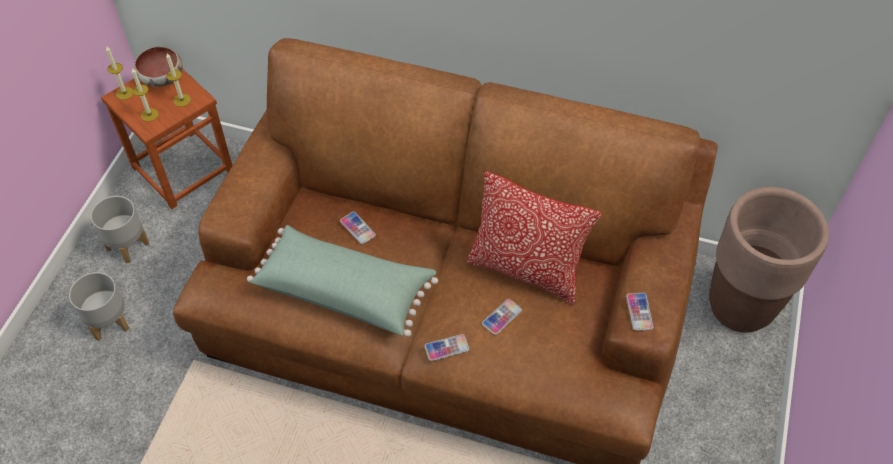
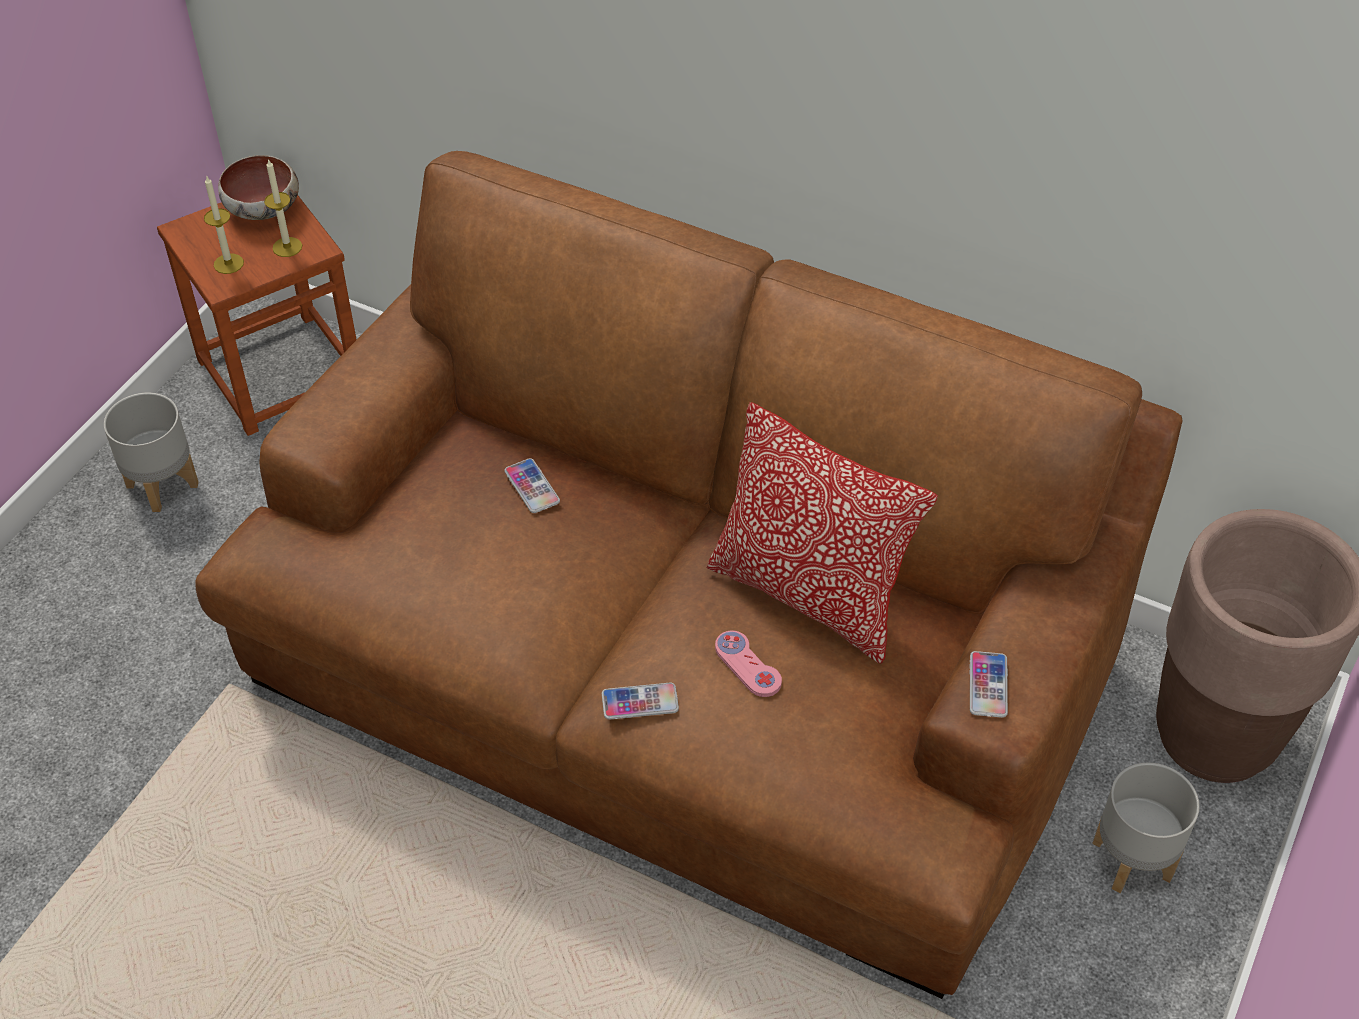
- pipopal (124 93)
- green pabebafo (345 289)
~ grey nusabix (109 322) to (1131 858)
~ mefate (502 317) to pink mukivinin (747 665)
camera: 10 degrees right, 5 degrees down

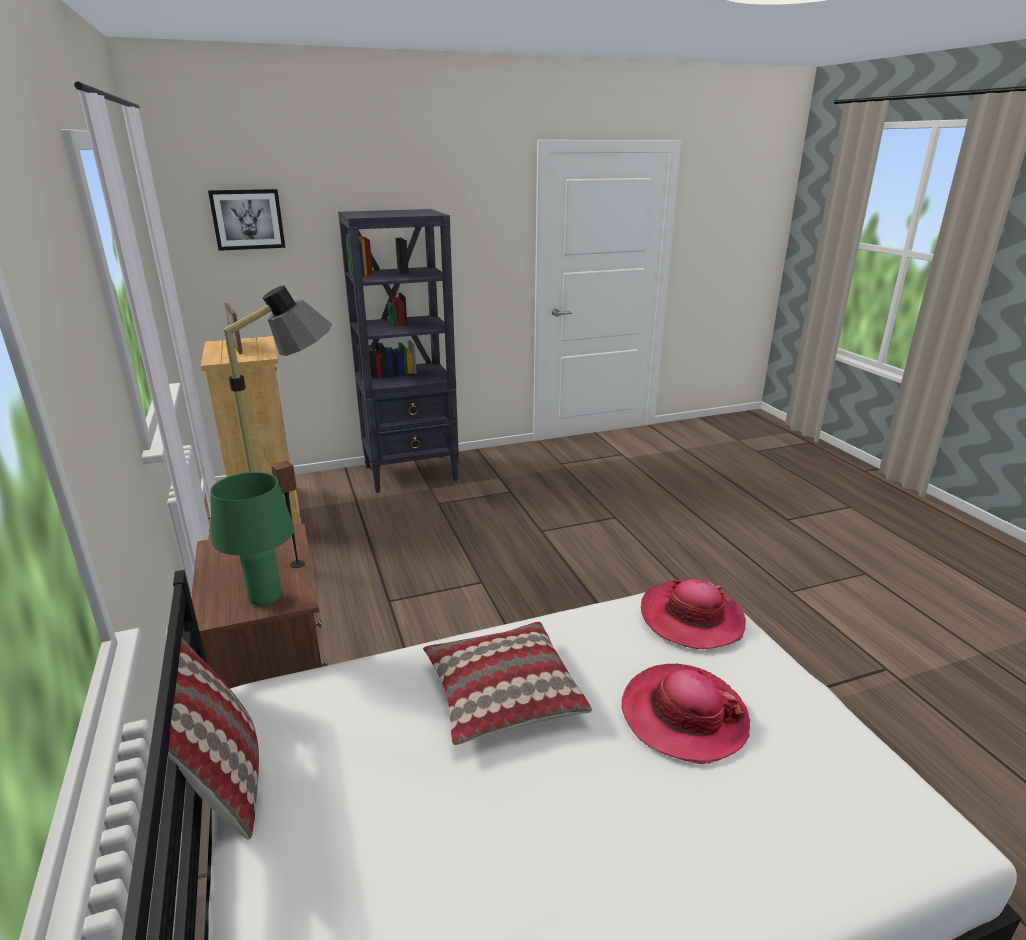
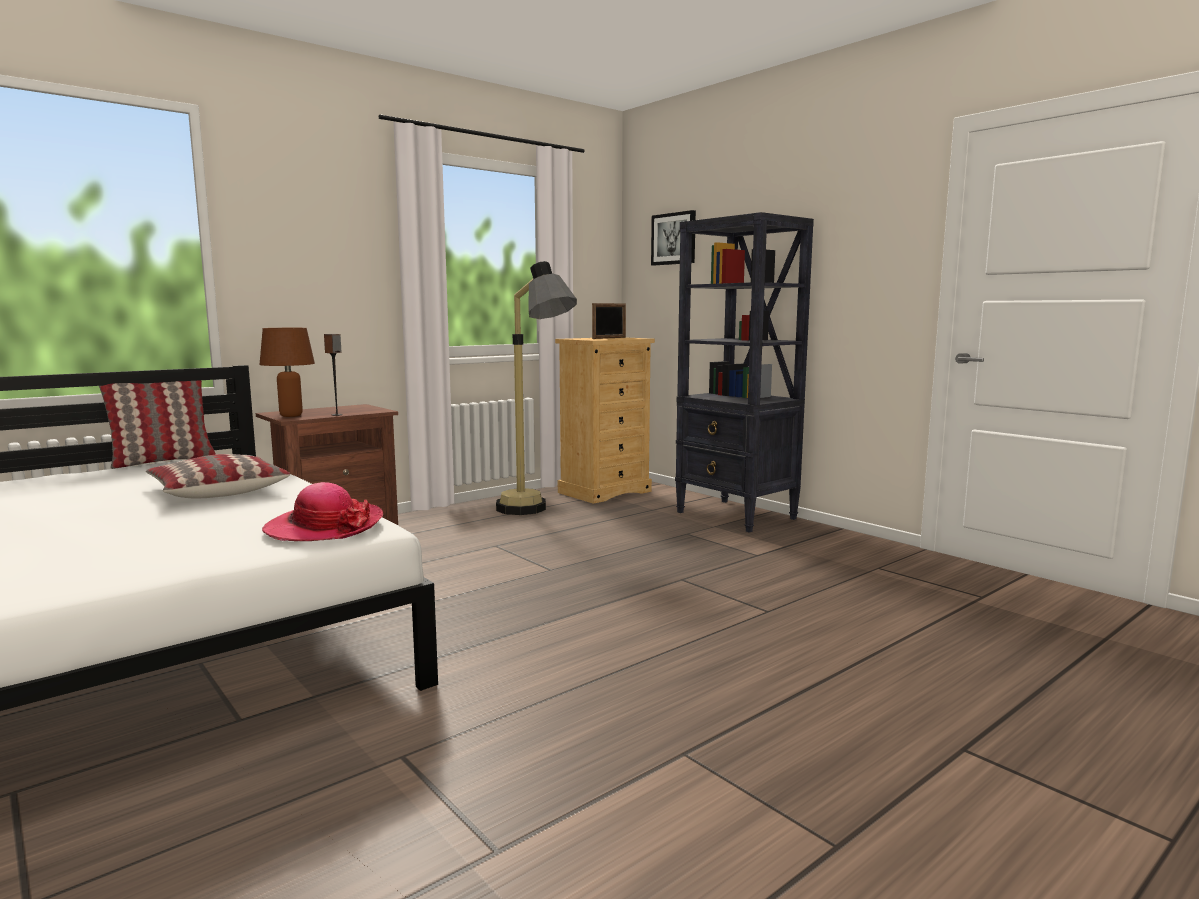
~ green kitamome (266 599) to brown kitamome (291 415)
- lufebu (684 715)
camera: 70 degrees right, 15 degrees down

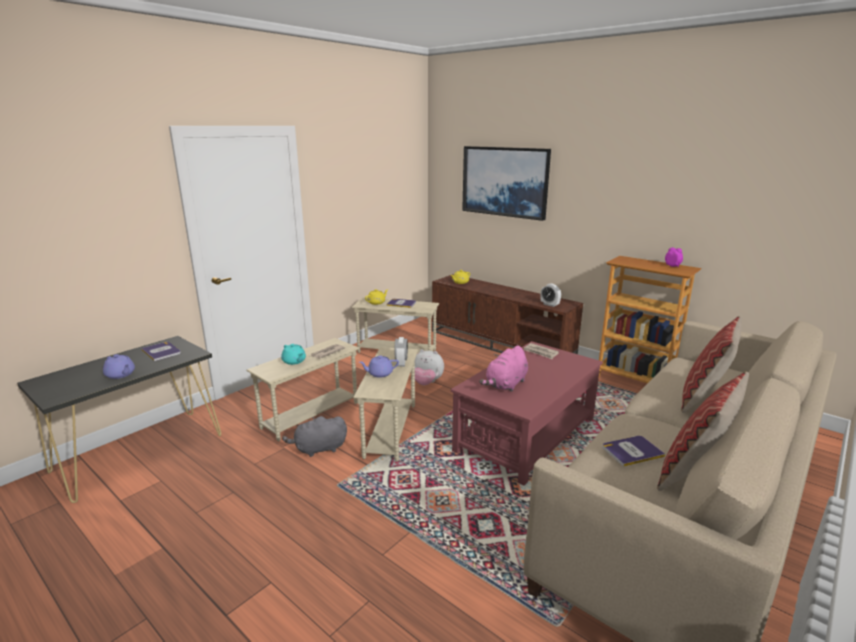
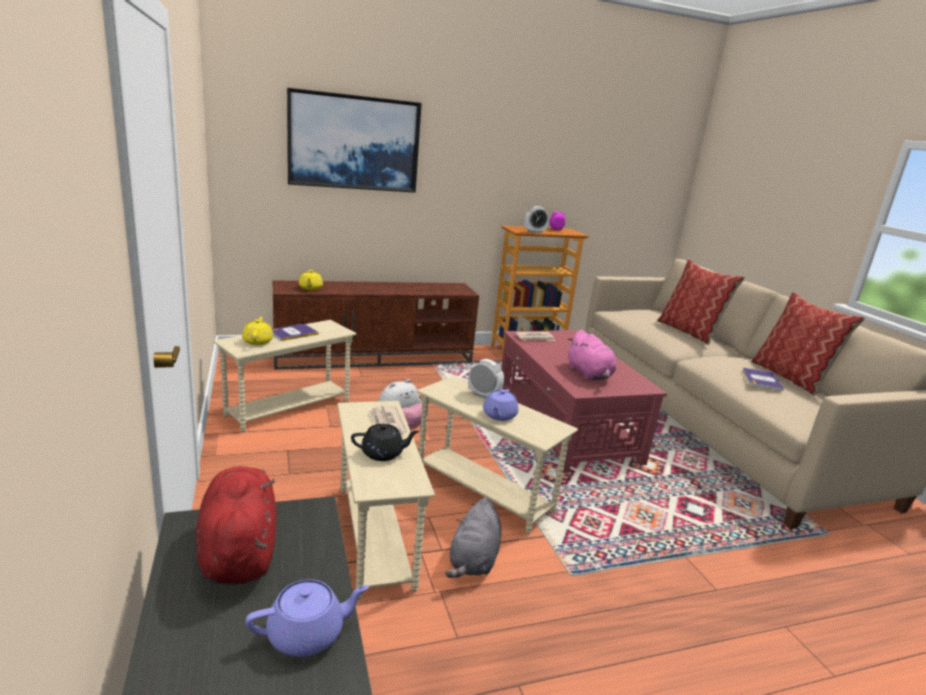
~ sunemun (549 305) to (535 232)
~ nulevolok (161 351) to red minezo (238 551)
~ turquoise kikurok (294 361) to black kikurok (383 453)
camera: 60 degrees left, 0 degrees up

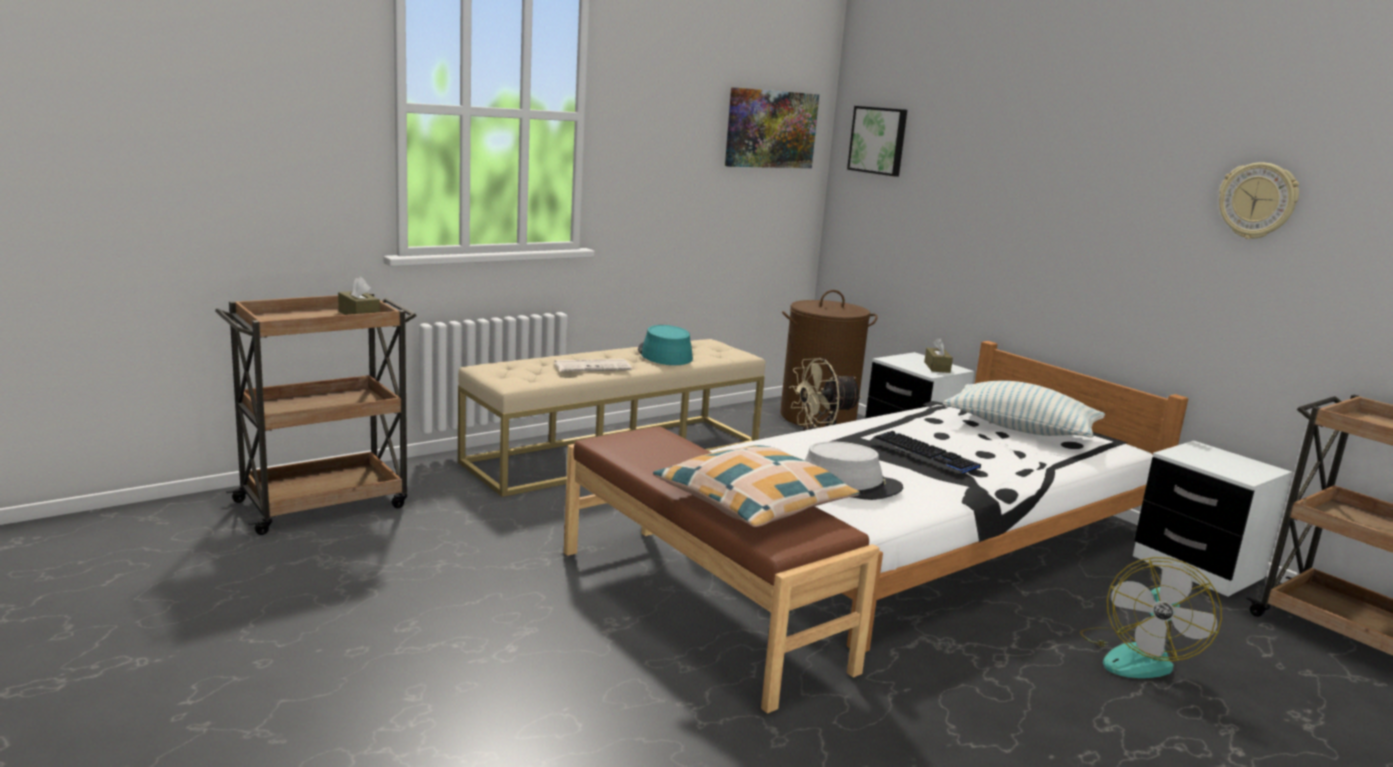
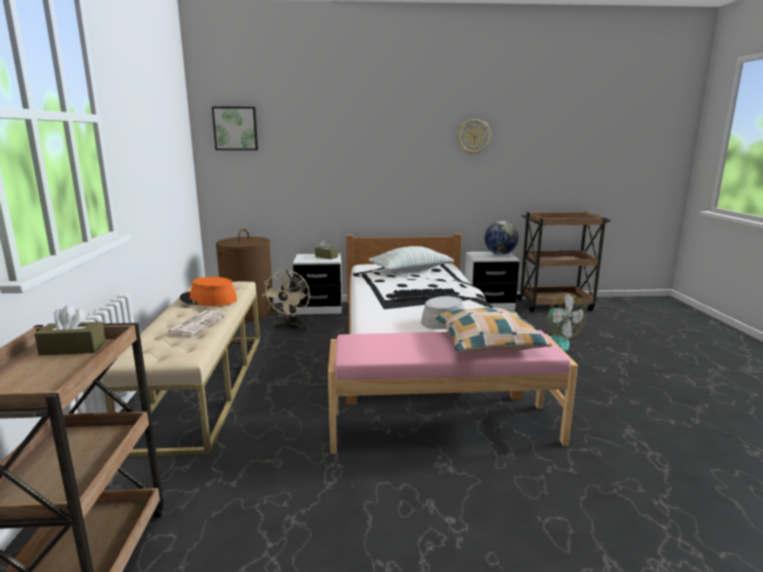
- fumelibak (770 129)
~ turquoise lufebu (664 355) to orange lufebu (208 300)
~ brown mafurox (700 607) to pink mafurox (443 426)
+ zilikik (500 254)
camera: 55 degrees left, 0 degrees up

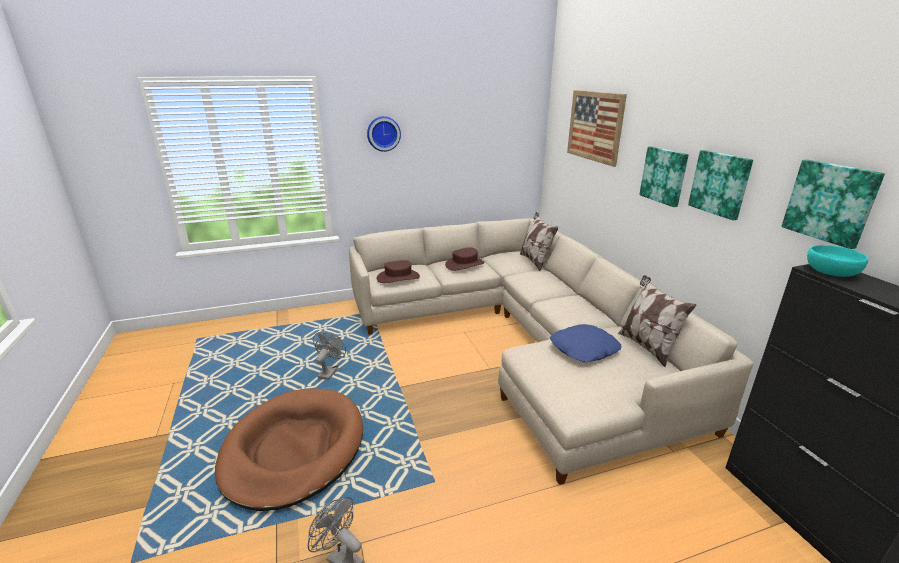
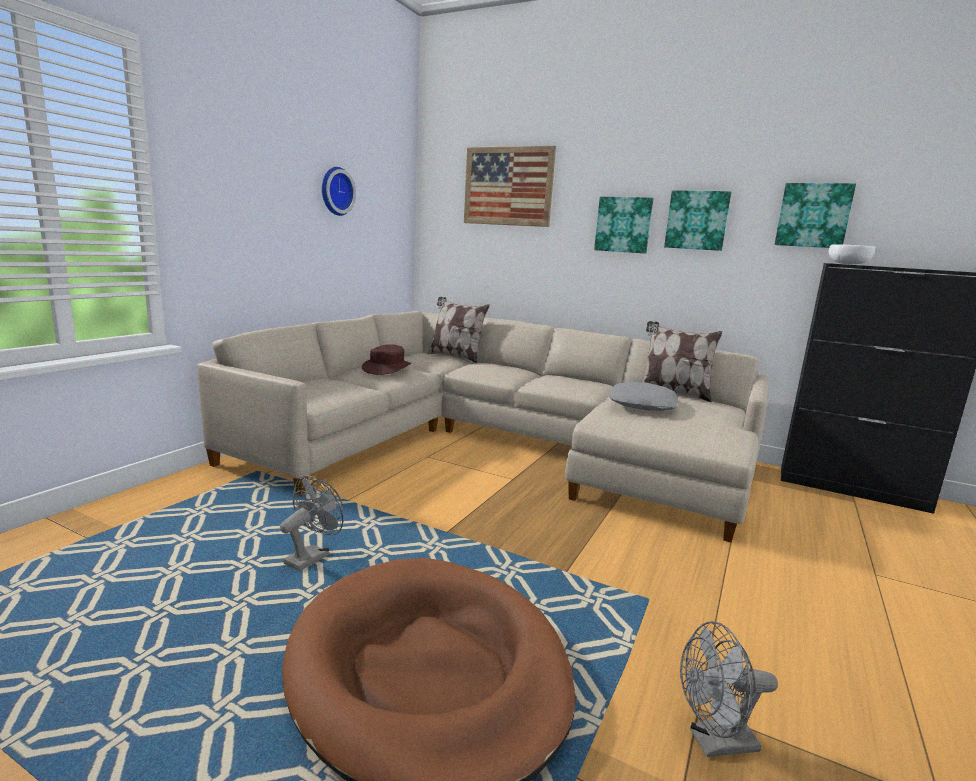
~ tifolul (383 133) to (335 191)
~ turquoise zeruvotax (831 273) to white zeruvotax (849 264)
- brown lufebu (398 277)
~ blue pabebafo (584 349) to grey pabebafo (643 405)
~ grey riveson (329 371) = (312 556) 60 degrees clockwise
camera: 45 degrees left, 10 degrees down

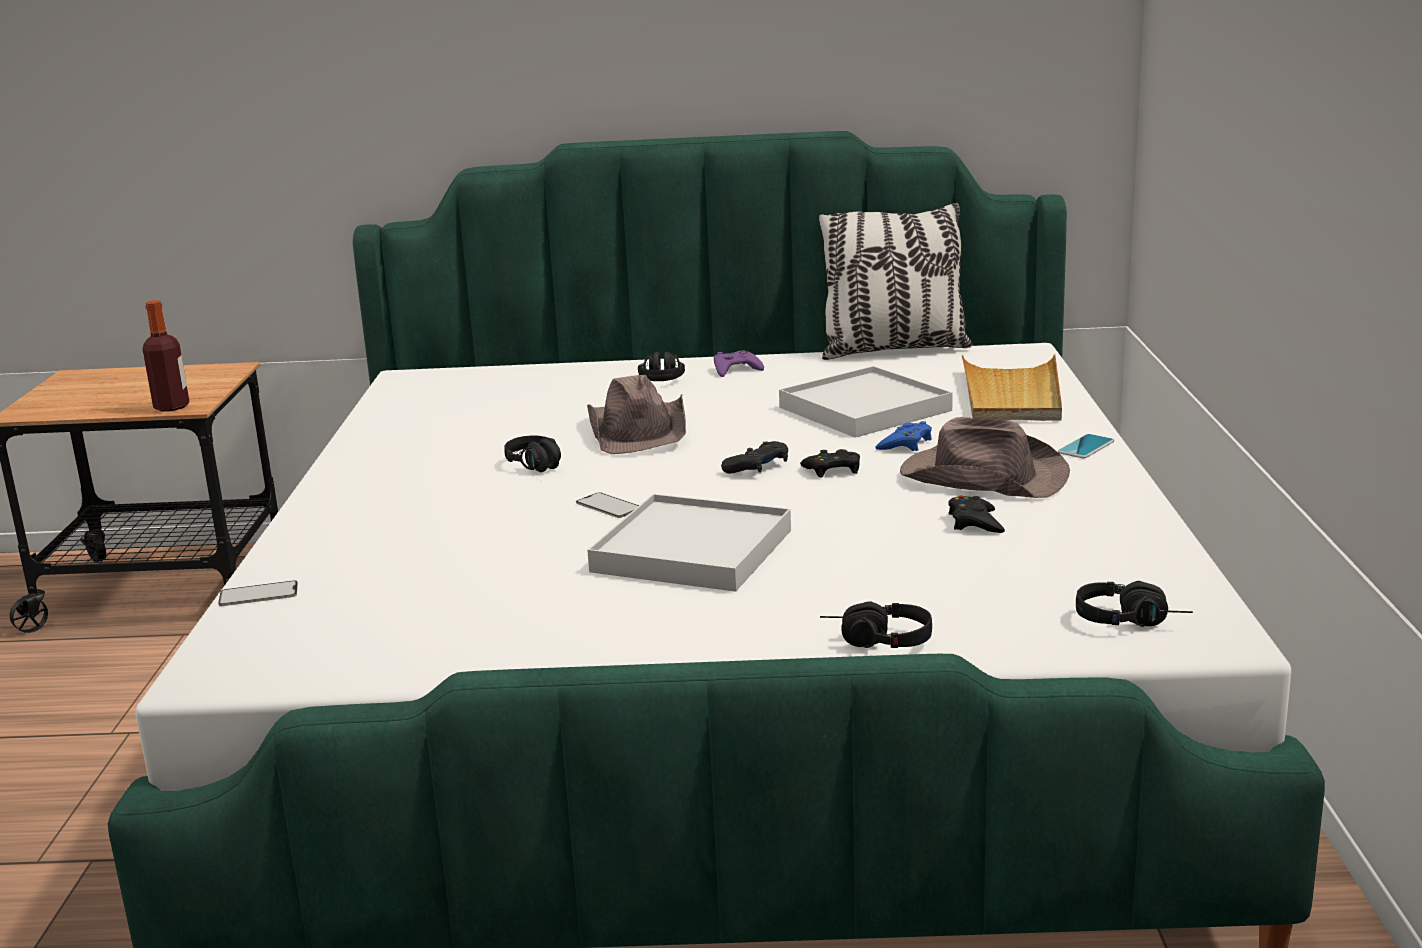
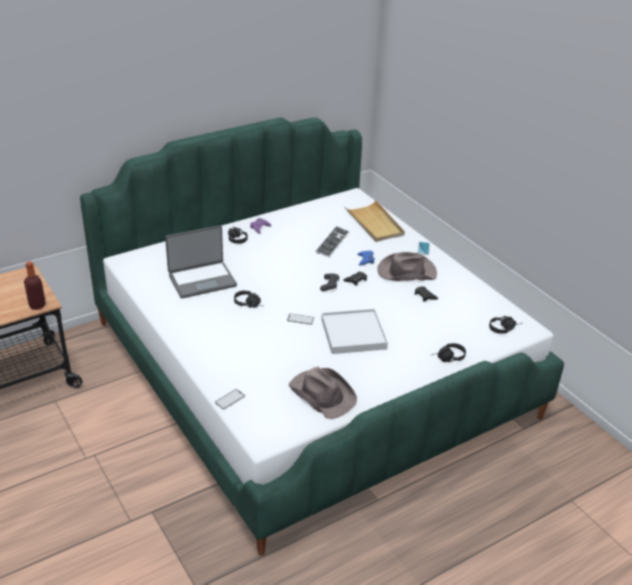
- pabebafo (893 350)
~ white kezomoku (864 409) to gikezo (332 242)
~ brown lufebu (639 430) to (322 394)
+ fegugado (202 280)
camera: 35 degrees left, 15 degrees up

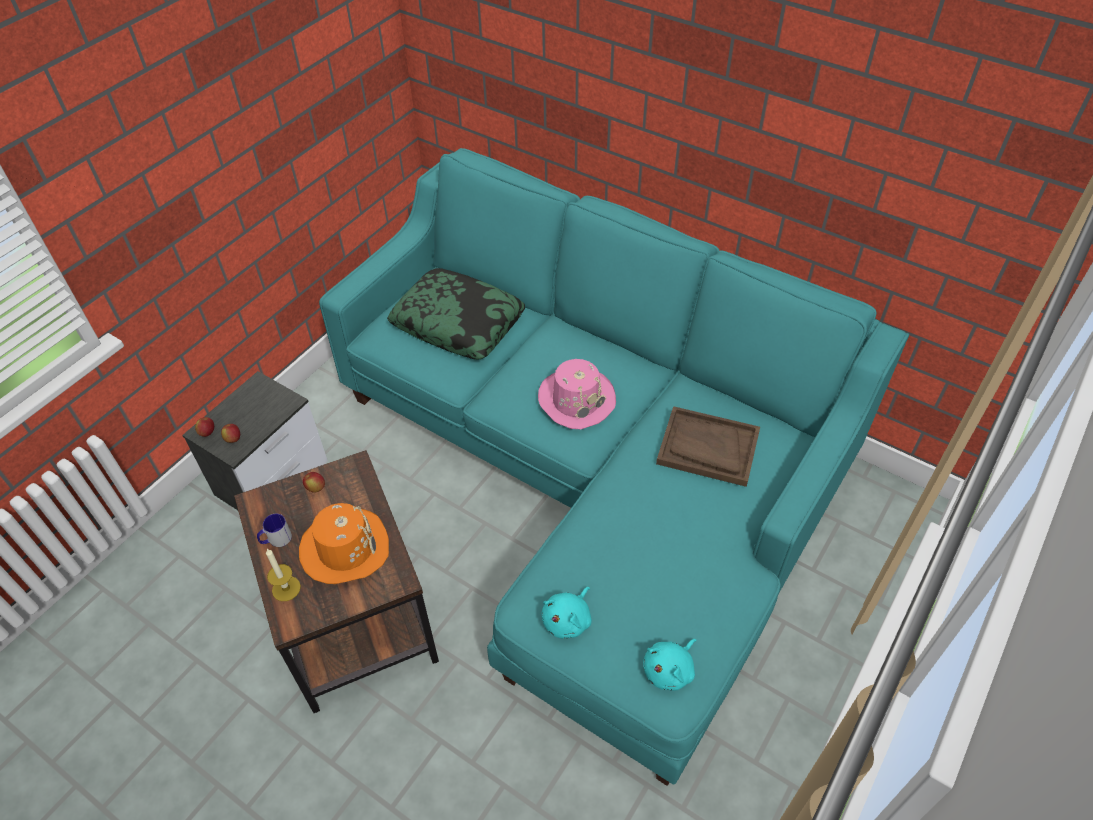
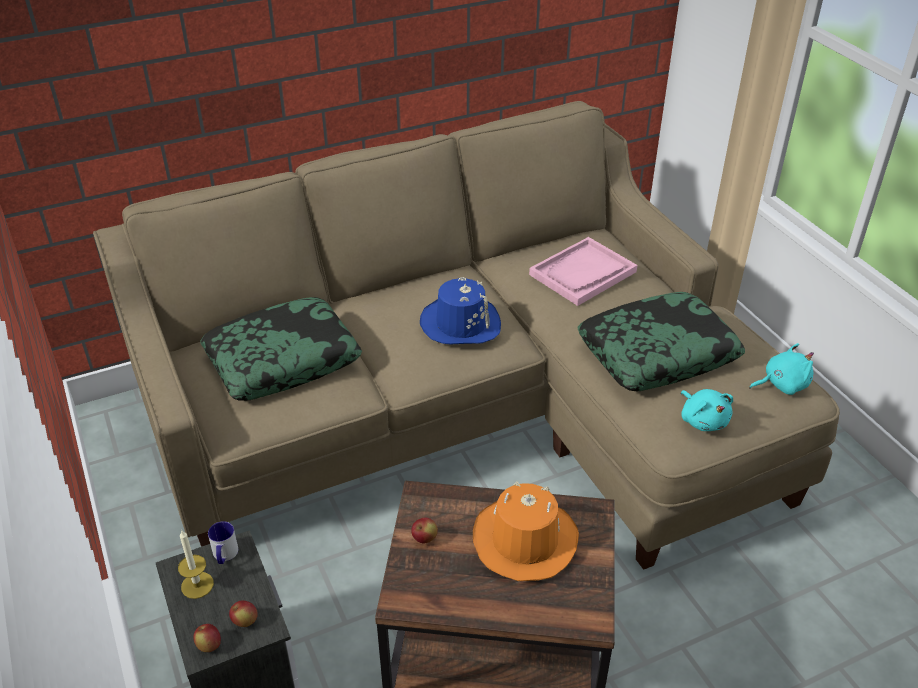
~ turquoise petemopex (596 476) to beige petemopex (469 410)
~ pink lufebu (576 399) to blue lufebu (460 323)
~ brown kezomoku (707 448) to pink kezomoku (582 273)
~ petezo (276 539) to (224 555)
~ pipopal (286 588) to (197 585)
~ turquoise minezo (670 670) = (782 384) 90 degrees counterclockwise
+ pabebafo (657 353)
camera: 60 degrees left, 10 degrees down

